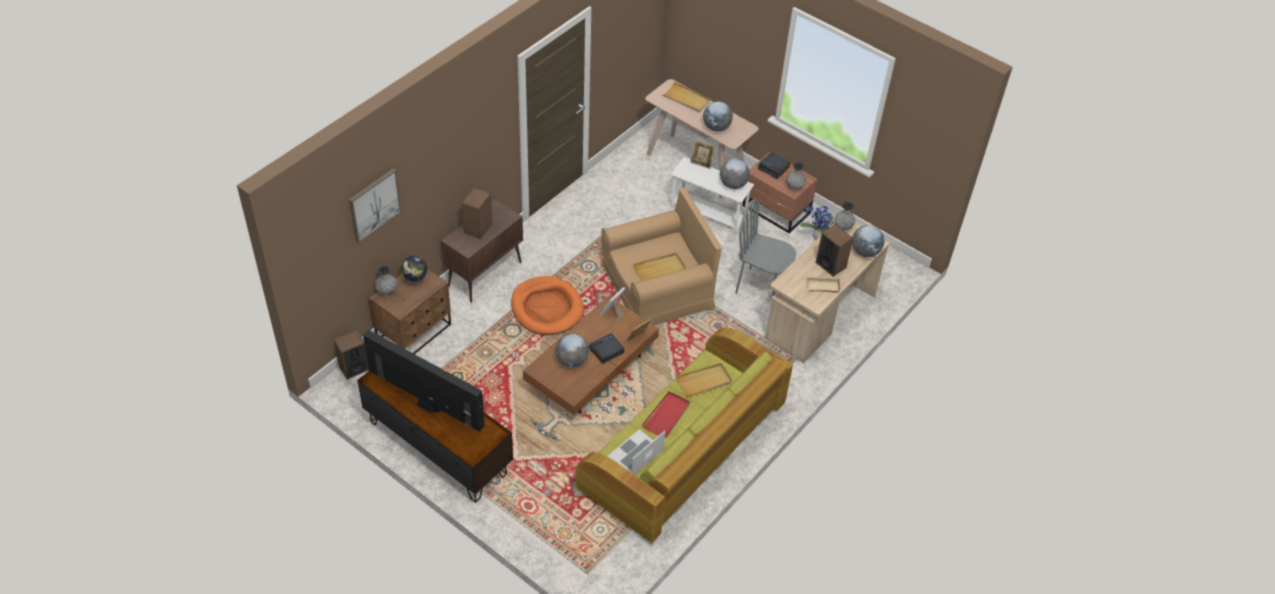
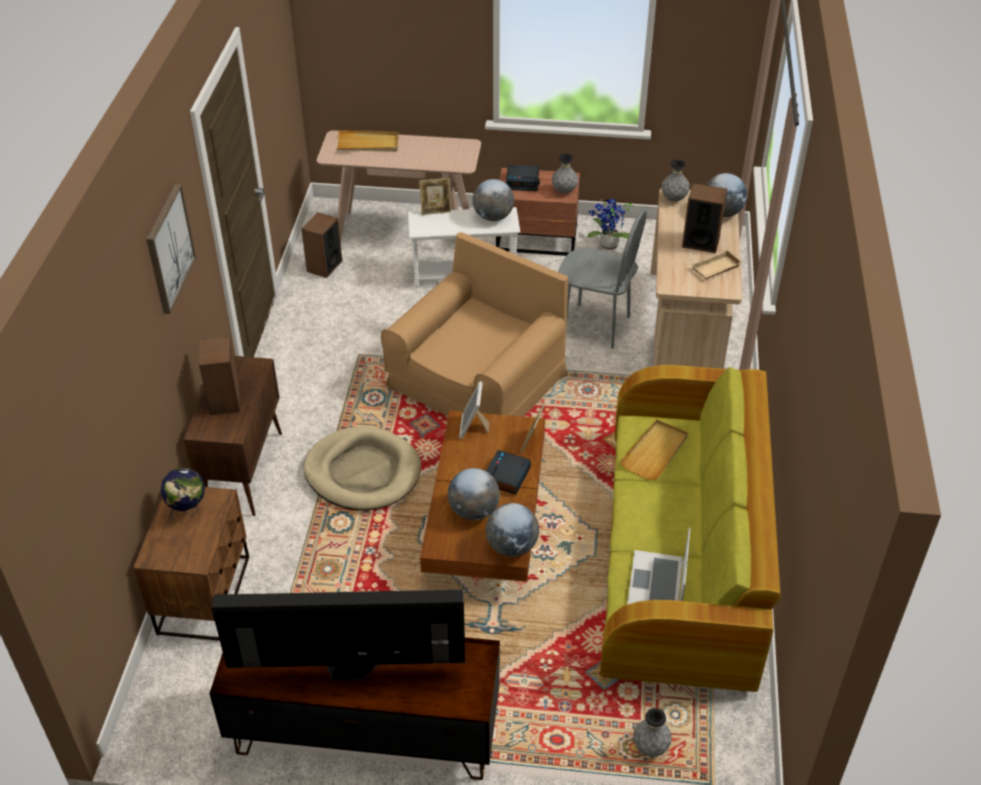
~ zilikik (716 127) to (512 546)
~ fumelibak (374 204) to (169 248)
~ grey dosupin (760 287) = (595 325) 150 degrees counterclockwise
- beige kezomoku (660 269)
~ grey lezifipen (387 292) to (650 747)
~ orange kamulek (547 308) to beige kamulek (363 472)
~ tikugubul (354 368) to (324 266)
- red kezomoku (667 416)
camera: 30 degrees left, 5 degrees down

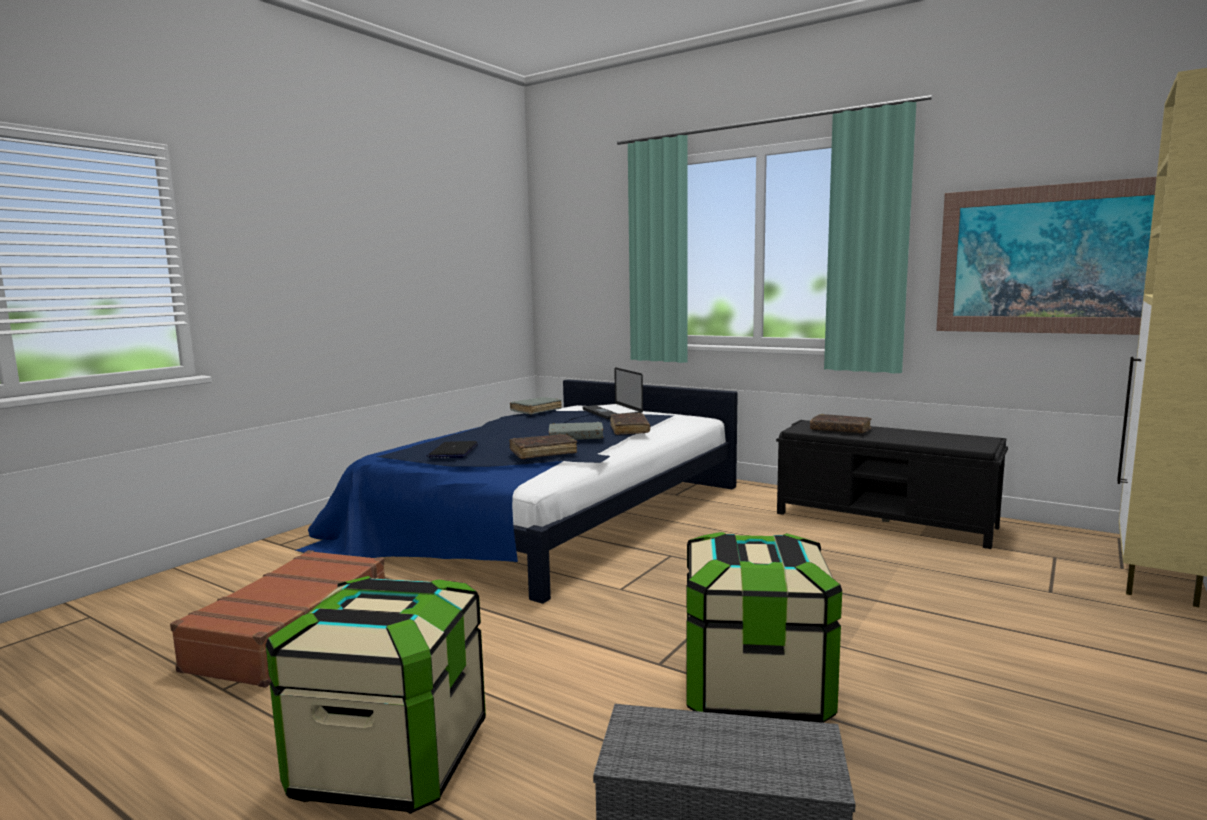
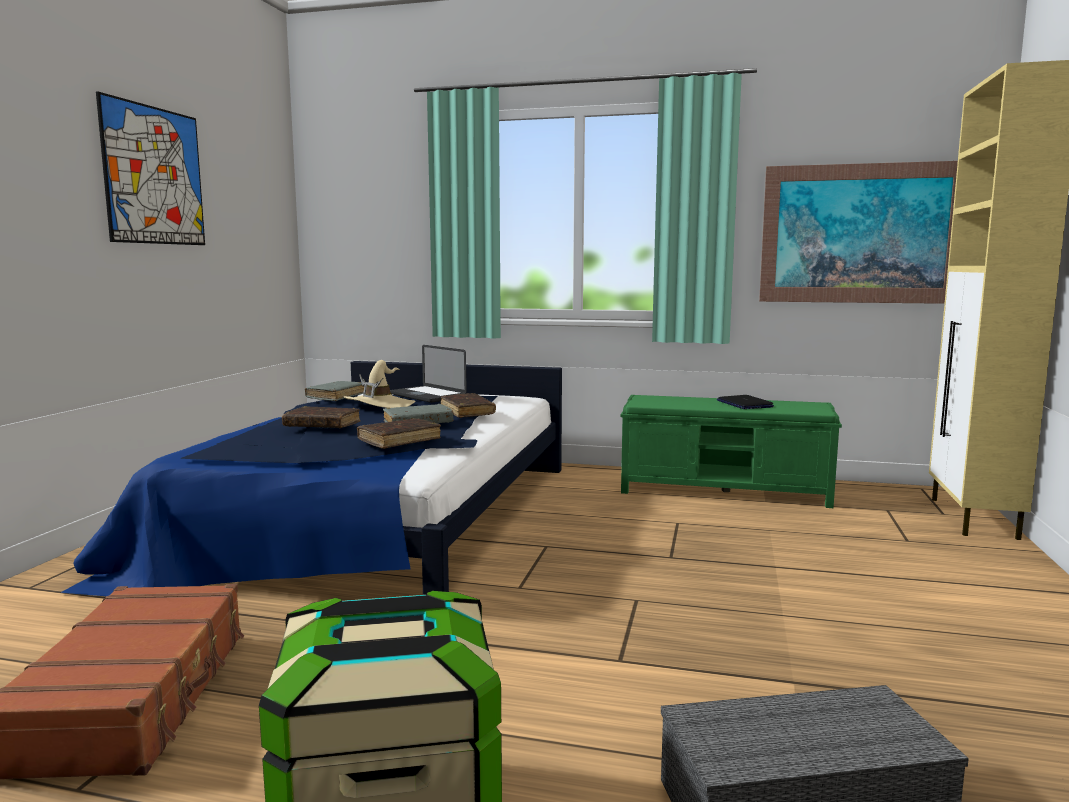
~ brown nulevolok (840 430) to (322 425)
~ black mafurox (885 520) to green mafurox (725 490)
~ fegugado (453 451) to (744 404)
- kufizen (755 690)
+ fumelibak (154 175)
+ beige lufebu (380 405)
camera: 20 degrees left, 0 degrees up

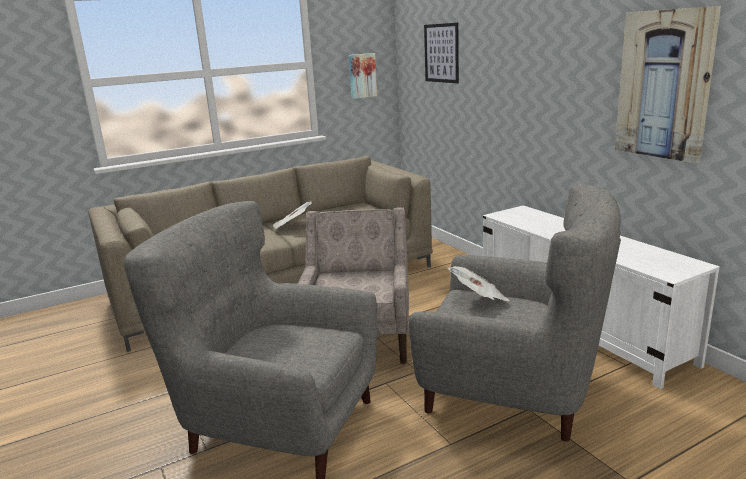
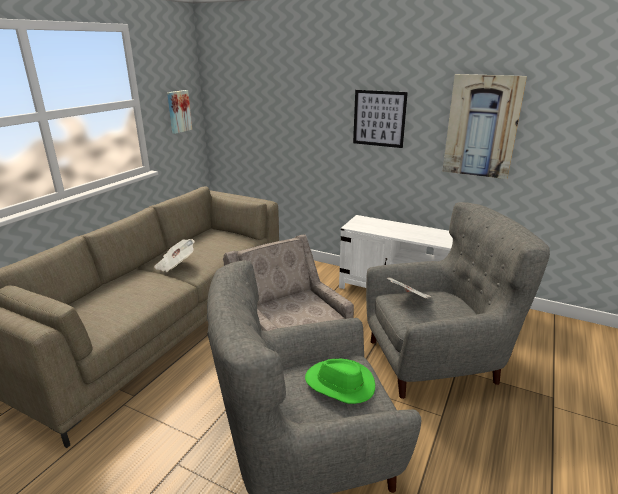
~ fumelibak (441 53) to (379 118)
+ green lufebu (339 384)
camera: 35 degrees left, 5 degrees up

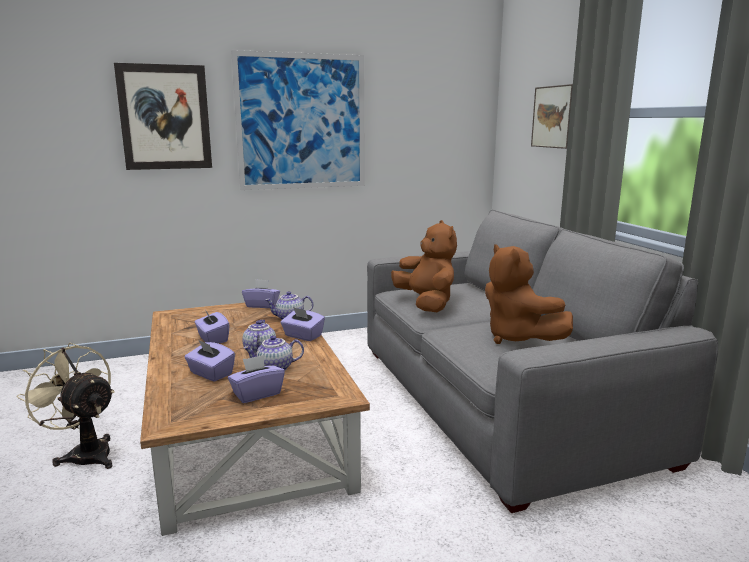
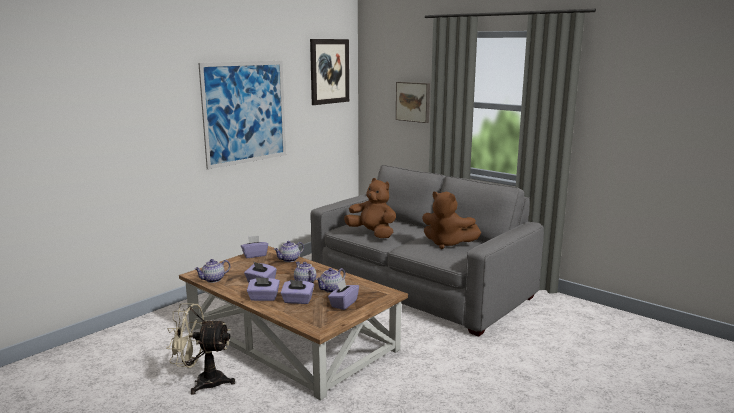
~ fumelibak (165 117) to (329 71)
~ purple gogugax (303 336) to (263 298)
+ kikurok (213 280)
camera: 30 degrees left, 0 degrees up

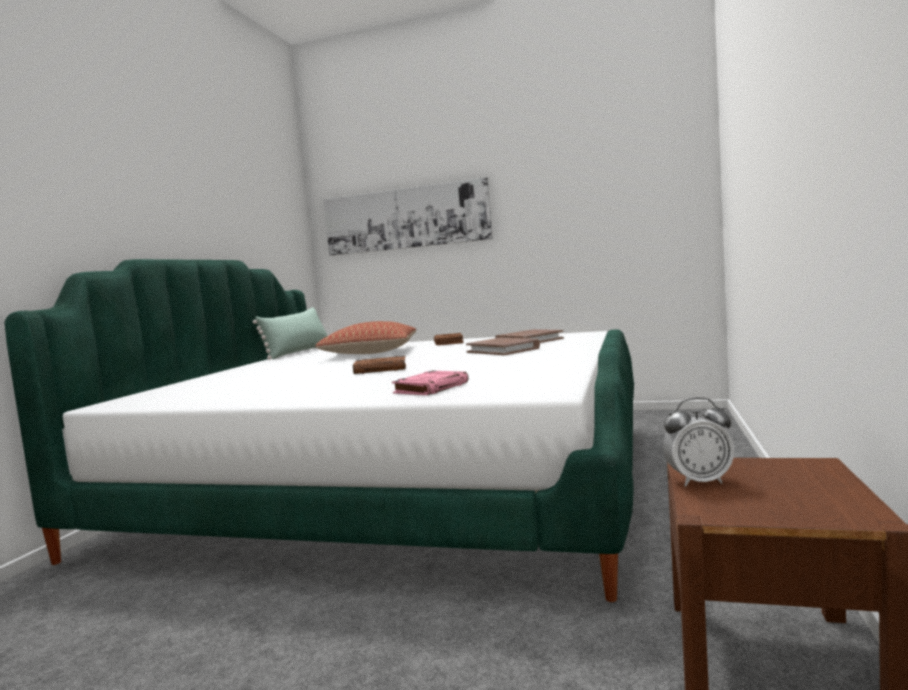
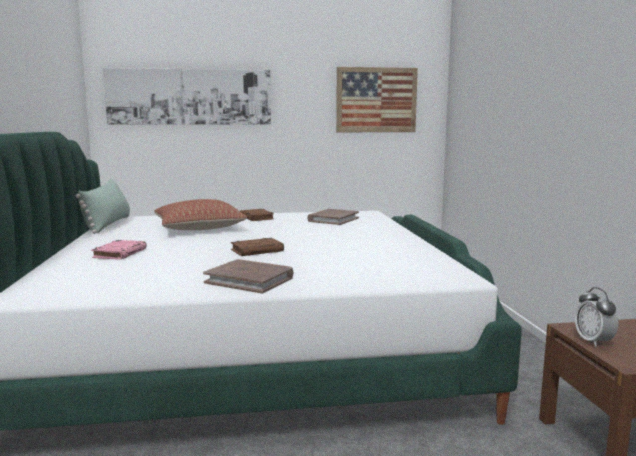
~ brown nulevolok (503 350) to (249 280)
~ pink nulevolok (431 388) to (120 253)
~ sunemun (699 481) = (593 341) 105 degrees clockwise
+ fumelibak (376 100)
camera: 25 degrees left, 5 degrees up

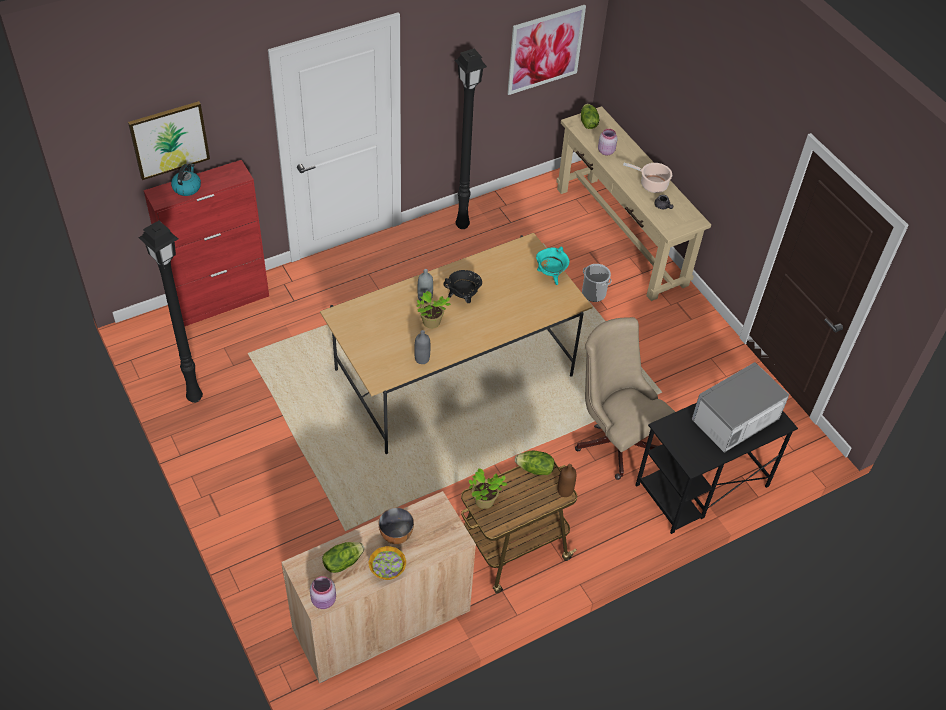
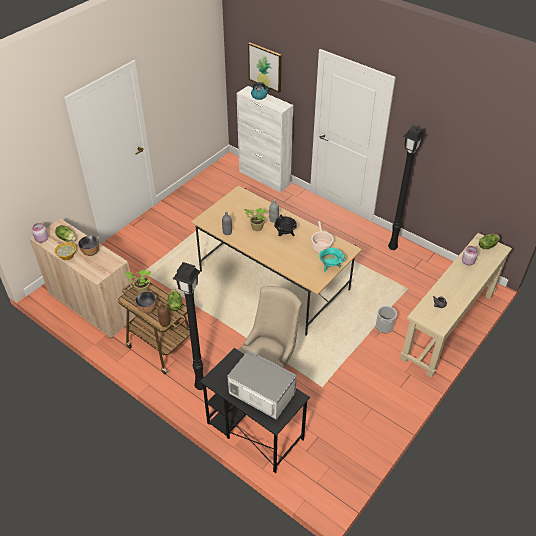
- fumelibak (545 49)
~ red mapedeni (221 302) to white mapedeni (264 178)
~ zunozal (652 184) to (321 246)
~ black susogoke (195 396) to (201 386)
+ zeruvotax (147 308)
camera: 70 degrees right, 5 degrees down

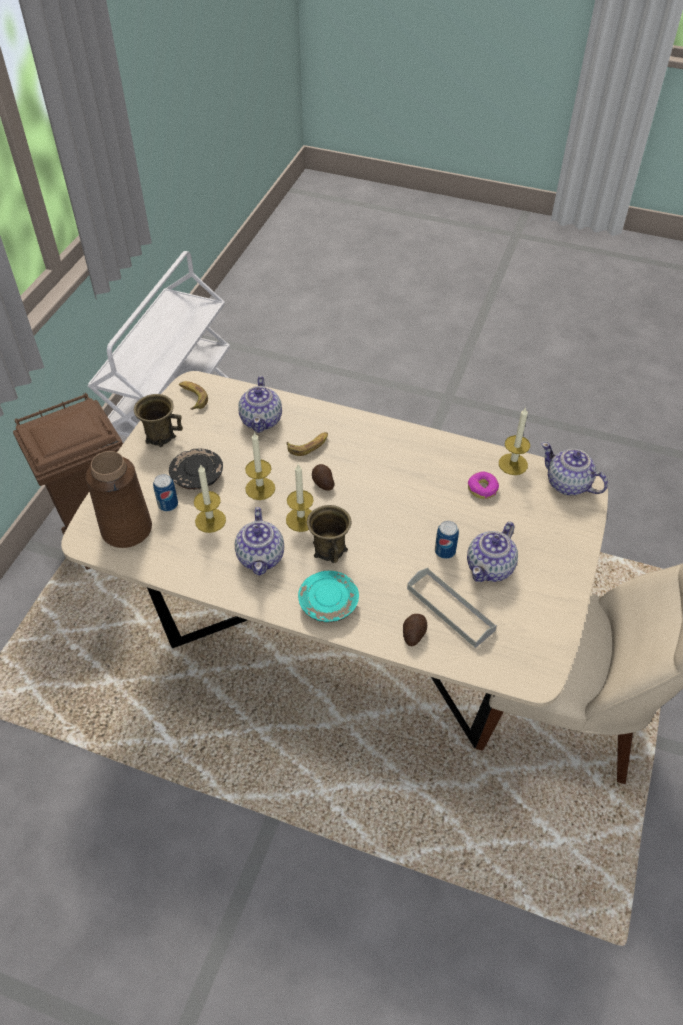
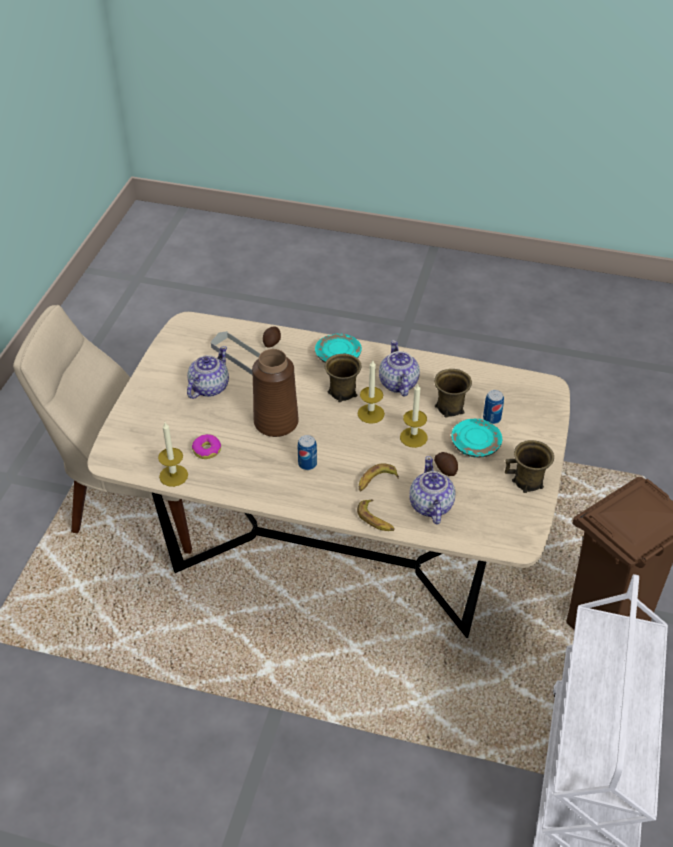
~ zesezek (192 397) to (376 520)
- kikurok (568 484)
~ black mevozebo (197 476) to turquoise mevozebo (475 445)
~ brown lezifipen (127 529) to (276 422)
~ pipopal (210 520) to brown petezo (449 408)
~ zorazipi (322 483) to (446 468)
~ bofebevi (445 551) to (307 464)
camera: 175 degrees right, 5 degrees down

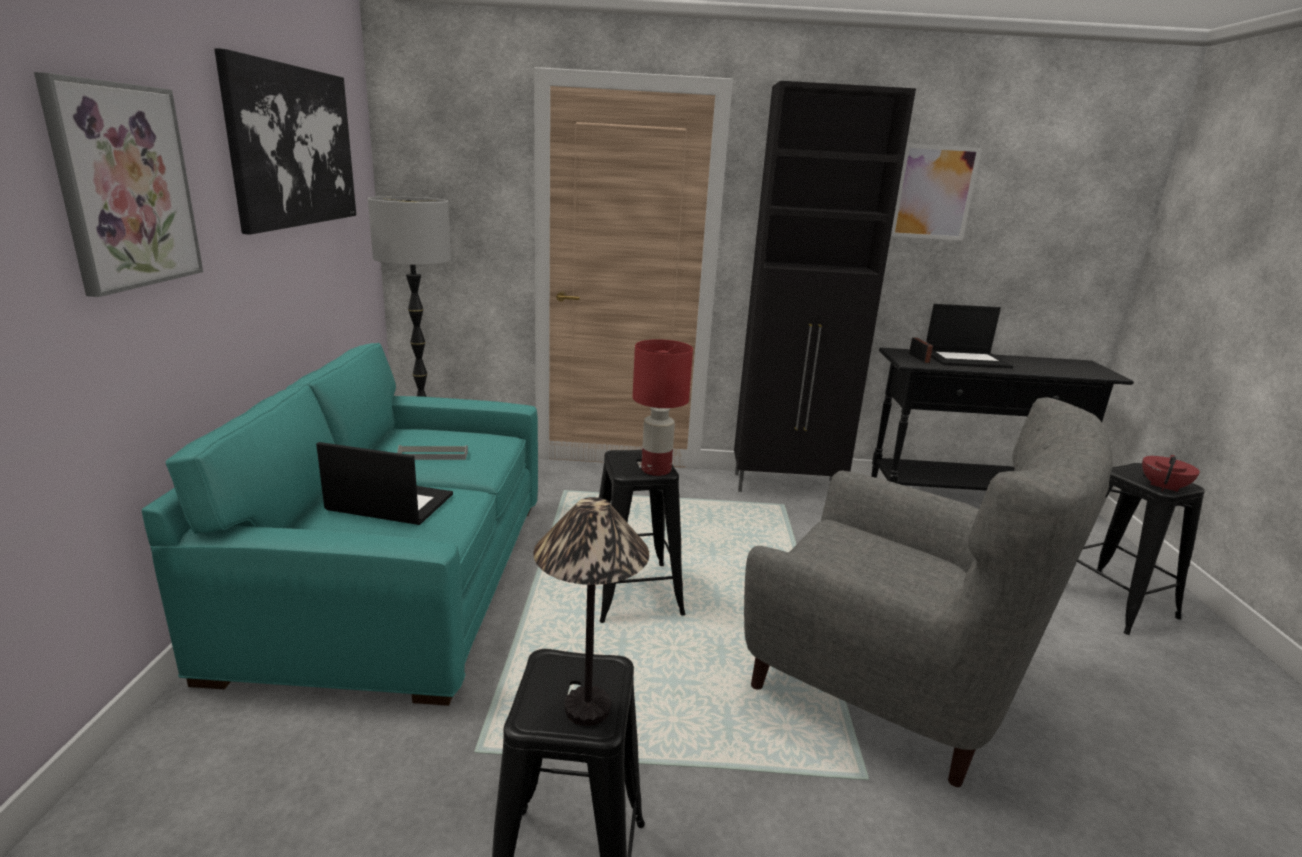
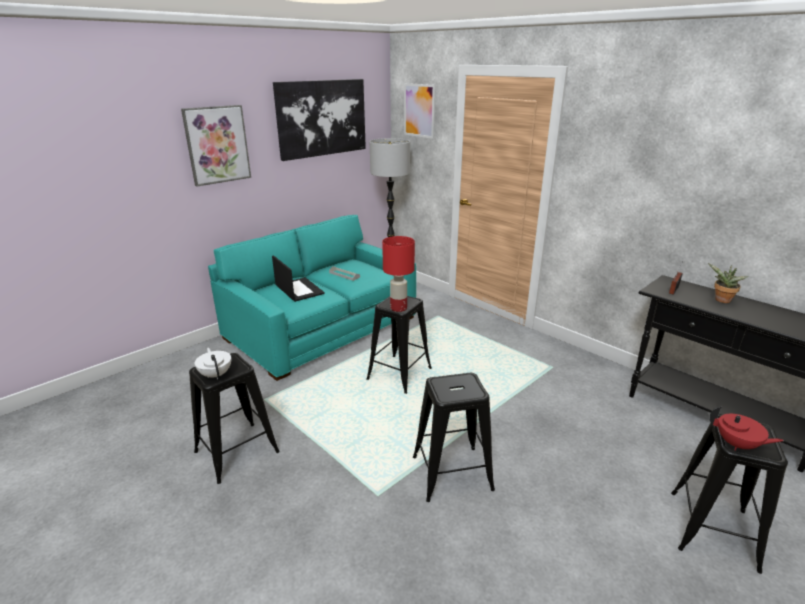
- black mapedeni (788 486)
~ fumelibak (934 192) to (419 110)
~ fegugado (967 359) to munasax (721 300)
~ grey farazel (887 686) to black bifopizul (452 473)
~ red kikurok (1163 487) = (737 445) 45 degrees clockwise
~ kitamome (587 708) to white kikurok (216 374)
camera: 45 degrees right, 5 degrees up

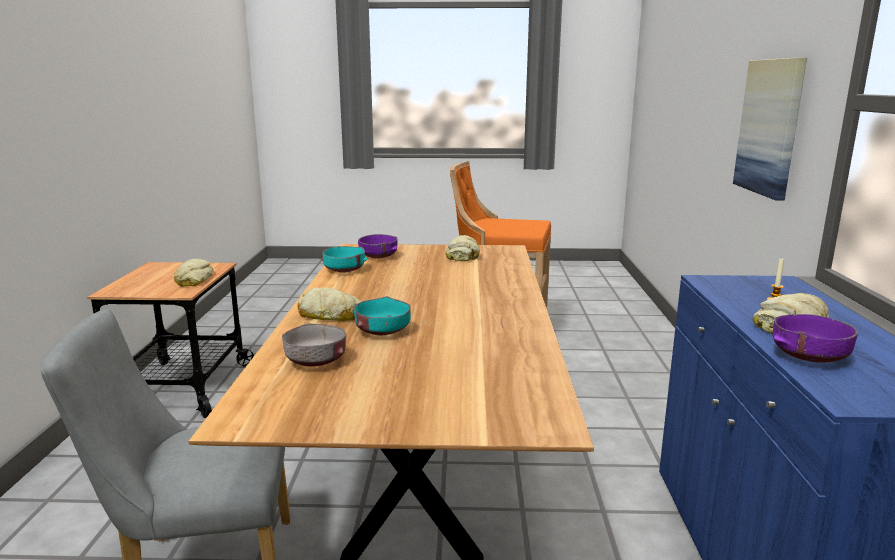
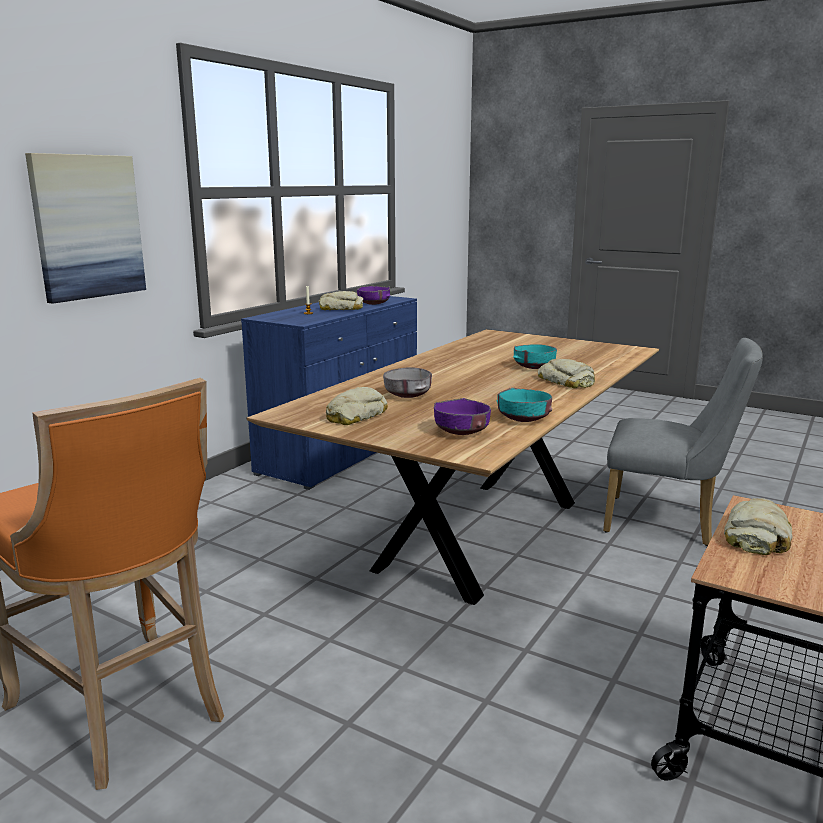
~ grey zeruvotax (316 361) to (407 395)
camera: 150 degrees left, 0 degrees up

